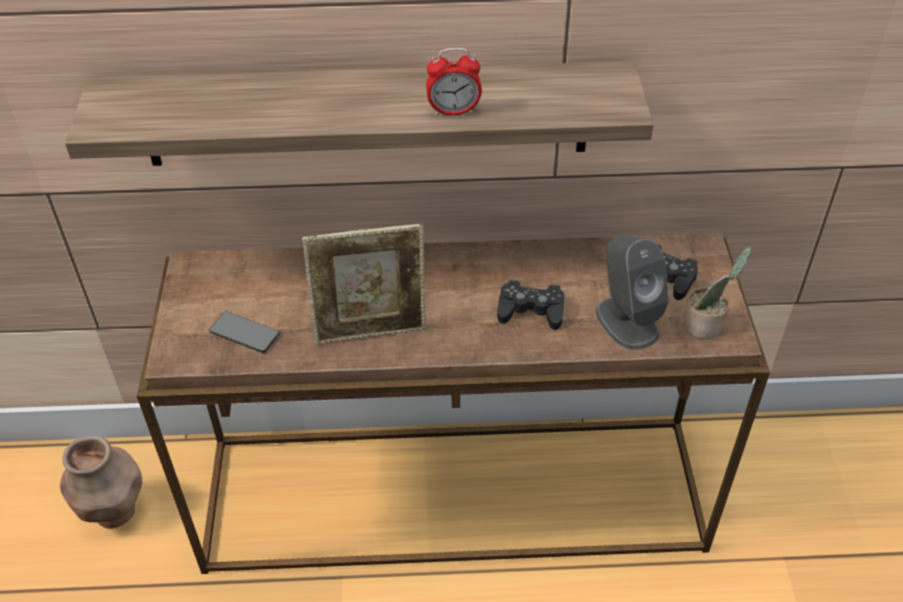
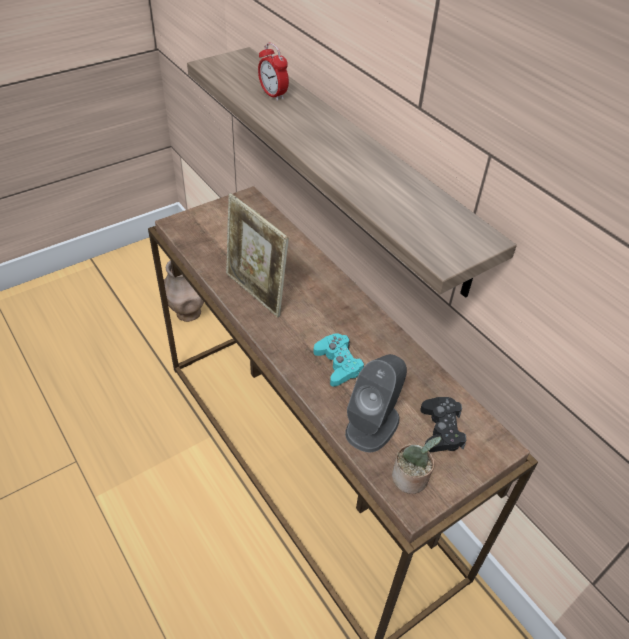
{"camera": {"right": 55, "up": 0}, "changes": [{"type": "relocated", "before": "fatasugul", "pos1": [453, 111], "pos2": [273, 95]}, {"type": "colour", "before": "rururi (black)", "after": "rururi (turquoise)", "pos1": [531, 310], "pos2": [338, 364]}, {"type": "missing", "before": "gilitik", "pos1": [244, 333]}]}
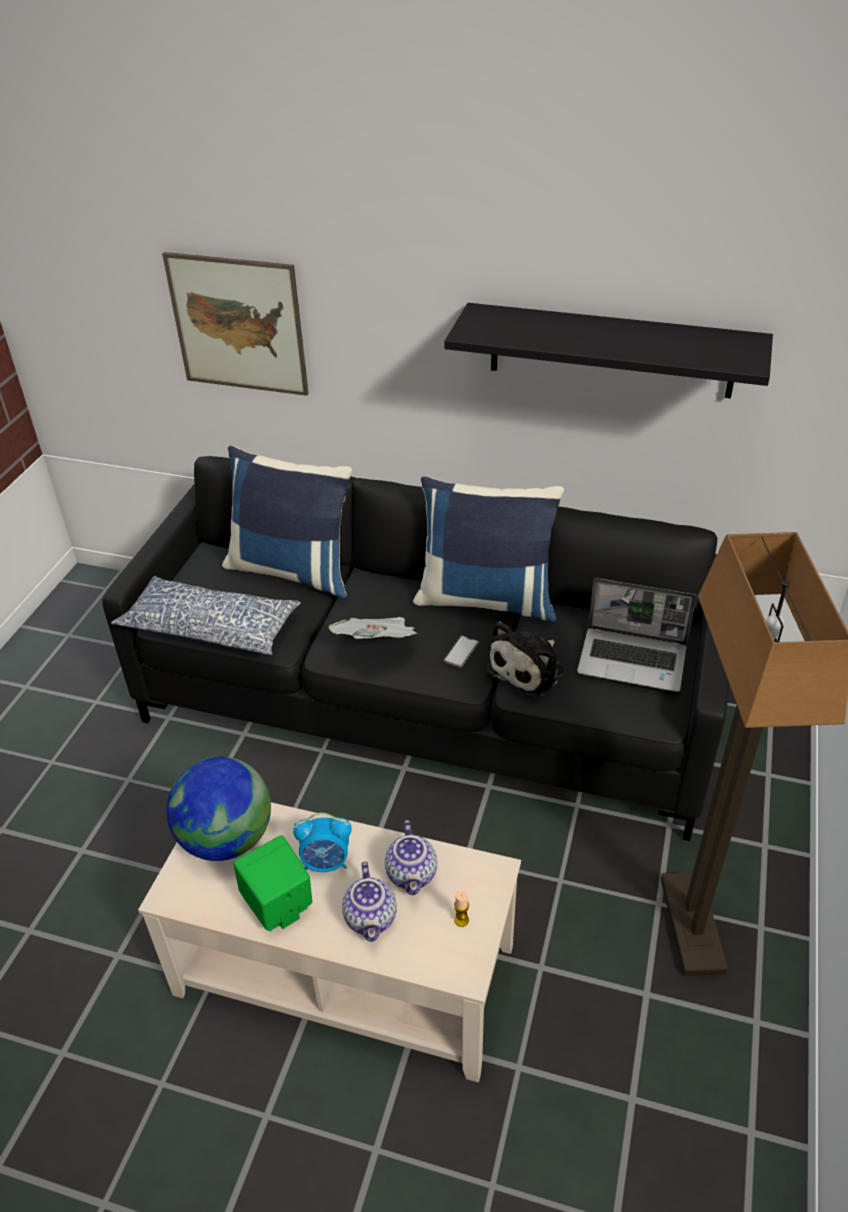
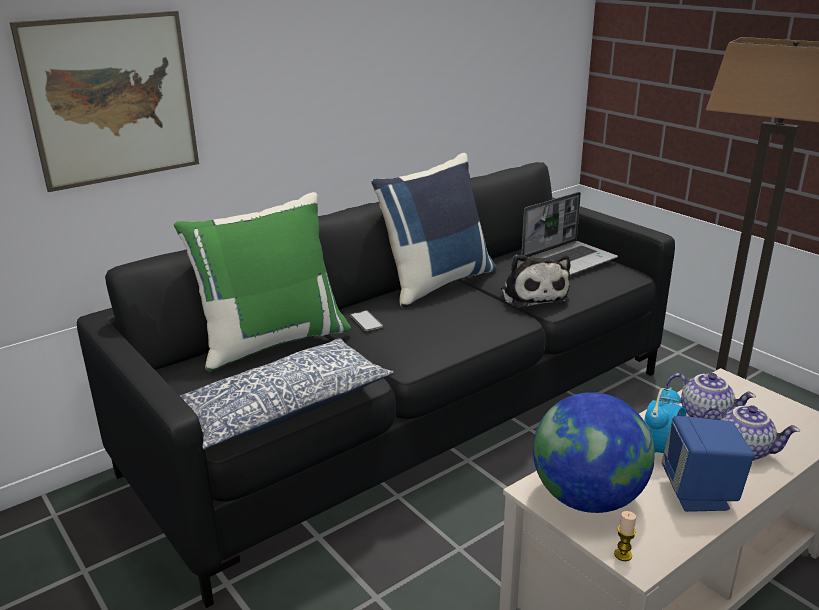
{"camera": {"right": -55, "up": -15}, "changes": [{"type": "missing", "before": "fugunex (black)", "pos1": [611, 350]}, {"type": "colour", "before": "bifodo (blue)", "after": "bifodo (green)", "pos1": [293, 570], "pos2": [272, 341]}, {"type": "missing", "before": "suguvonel", "pos1": [377, 644]}, {"type": "relocated", "before": "gilitik", "pos1": [461, 651], "pos2": [366, 321]}, {"type": "colour", "before": "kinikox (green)", "after": "kinikox (blue)", "pos1": [278, 906], "pos2": [699, 494]}, {"type": "relocated", "before": "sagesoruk", "pos1": [461, 920], "pos2": [623, 555]}]}
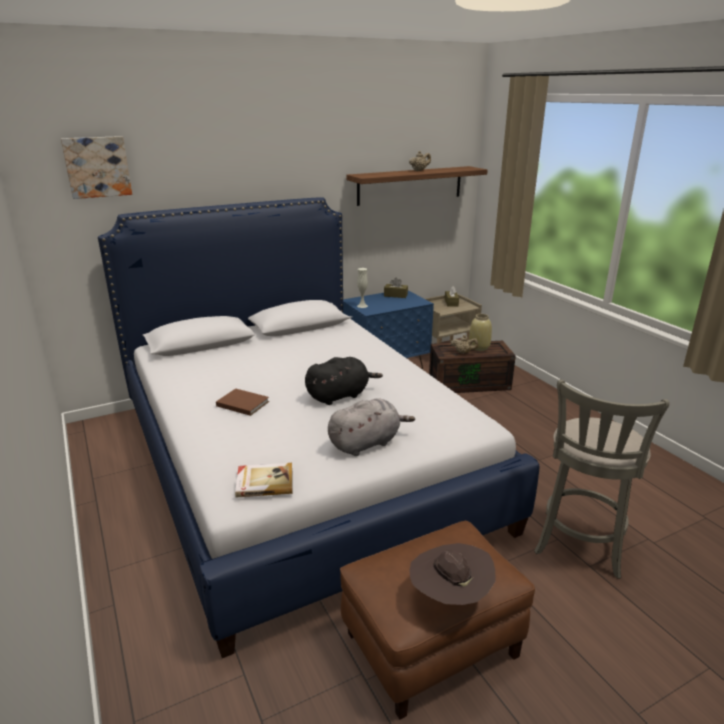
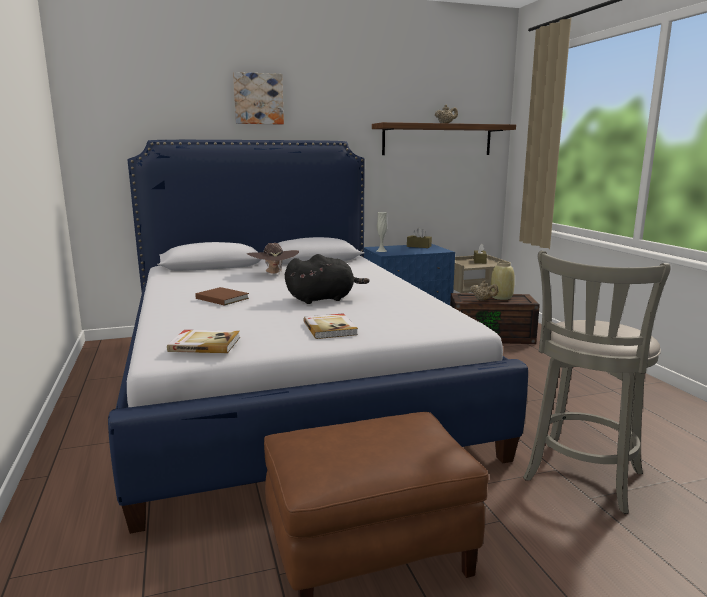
{"camera": {"right": 10, "up": -10}, "changes": [{"type": "relocated", "before": "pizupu", "pos1": [97, 167], "pos2": [258, 99]}, {"type": "exchanged", "before": "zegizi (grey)", "after": "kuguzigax", "pos1": [366, 443], "pos2": [330, 328]}, {"type": "relocated", "before": "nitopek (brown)", "pos1": [449, 596], "pos2": [274, 273]}]}
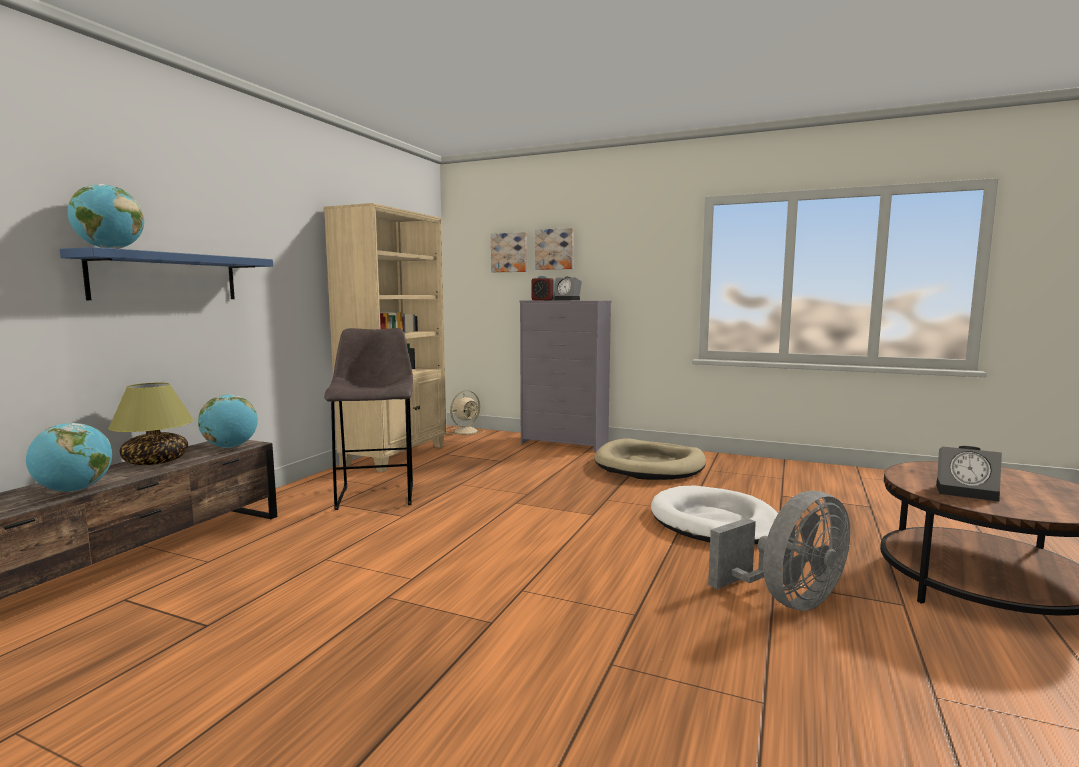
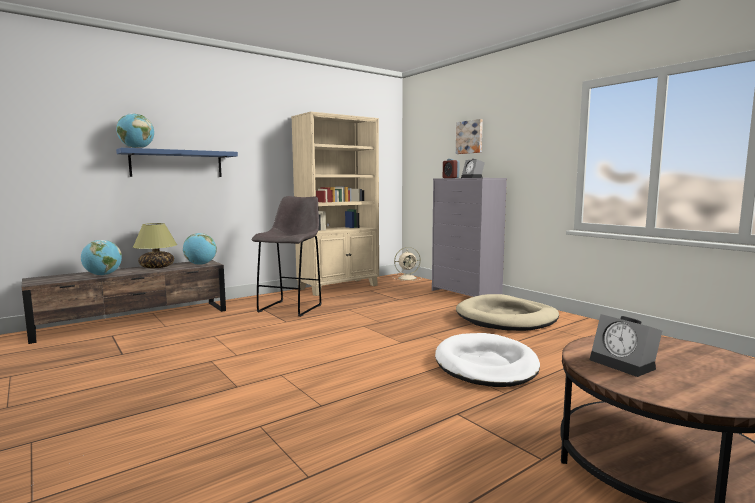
{"camera": {"right": 30, "up": 0}, "changes": [{"type": "missing", "before": "pizupu", "pos1": [509, 252]}, {"type": "missing", "before": "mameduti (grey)", "pos1": [787, 600]}]}
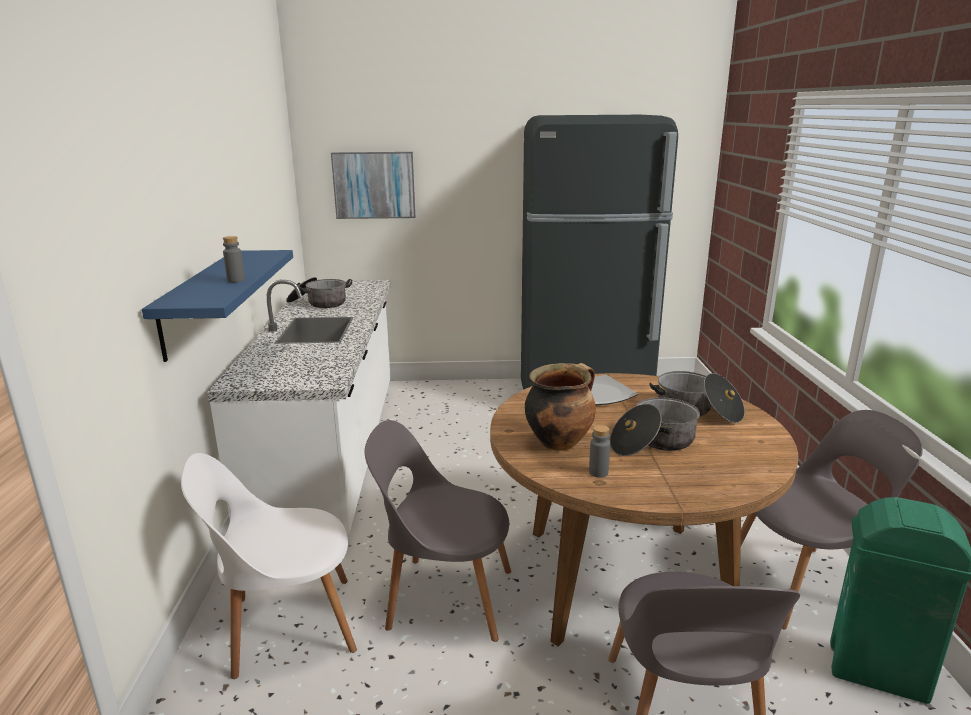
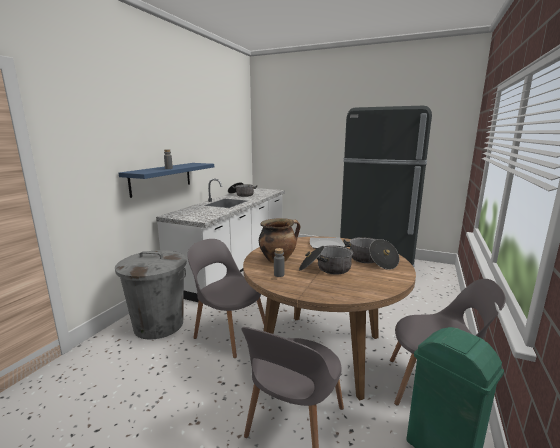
{"camera": {"right": 25, "up": -5}, "changes": [{"type": "missing", "before": "pizupu", "pos1": [374, 185]}, {"type": "exchanged", "before": "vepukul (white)", "after": "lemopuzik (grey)", "pos1": [286, 626], "pos2": [158, 325]}]}
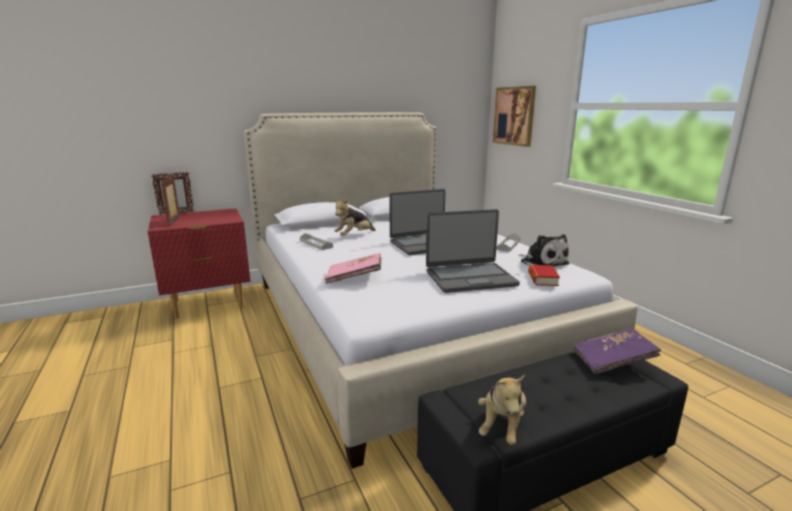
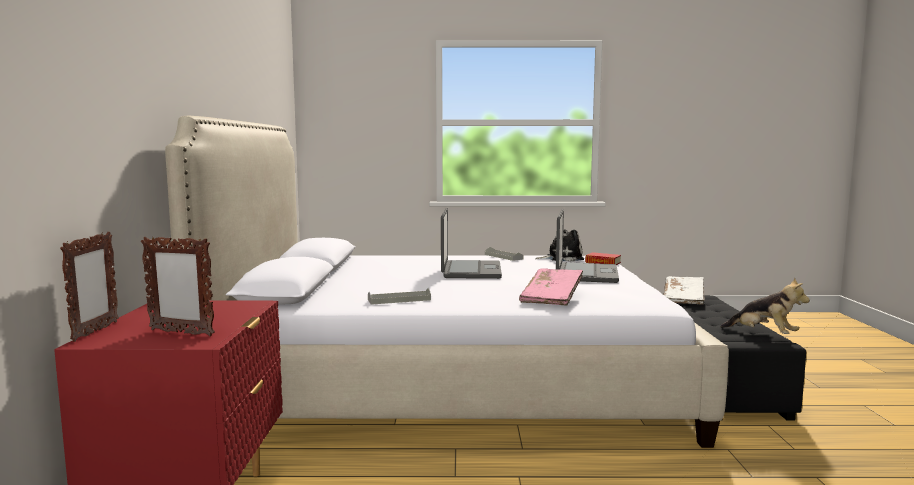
{"camera": {"right": -65, "up": -10}, "changes": [{"type": "missing", "before": "pizupu", "pos1": [514, 116]}, {"type": "missing", "before": "zegizi", "pos1": [354, 236]}, {"type": "colour", "before": "kuguzigax (purple)", "after": "kuguzigax (white)", "pos1": [612, 361], "pos2": [683, 299]}]}
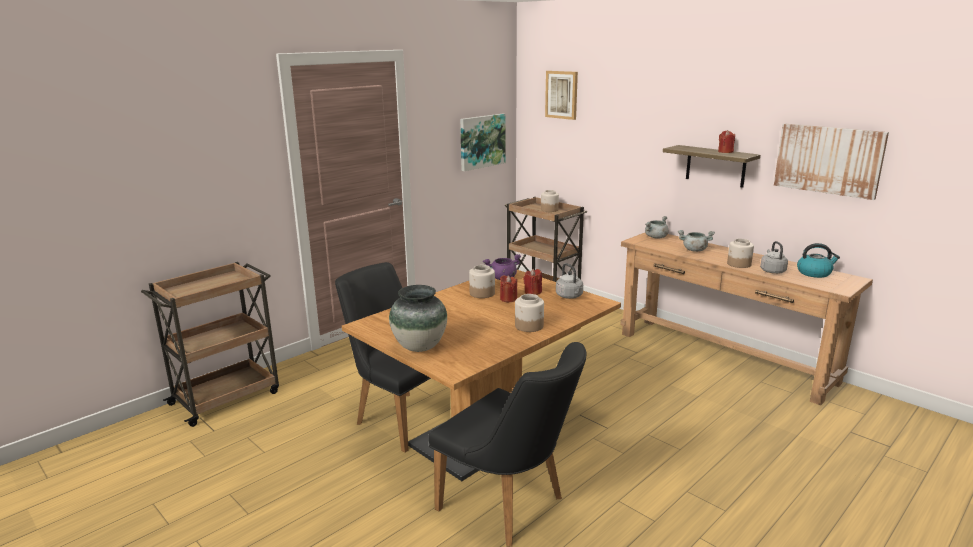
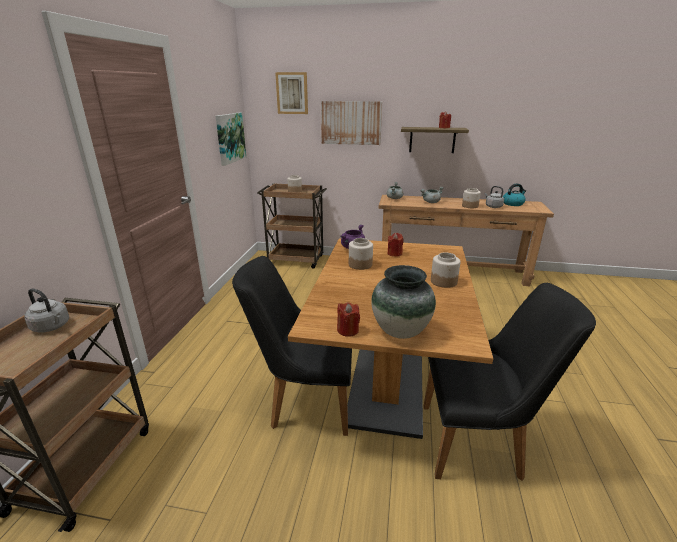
{"camera": {"right": -35, "up": 5}, "changes": [{"type": "relocated", "before": "pizupu", "pos1": [828, 160], "pos2": [351, 123]}, {"type": "relocated", "before": "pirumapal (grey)", "pos1": [570, 296], "pos2": [52, 327]}, {"type": "relocated", "before": "sagesoruk (red)", "pos1": [508, 299], "pos2": [347, 330]}]}
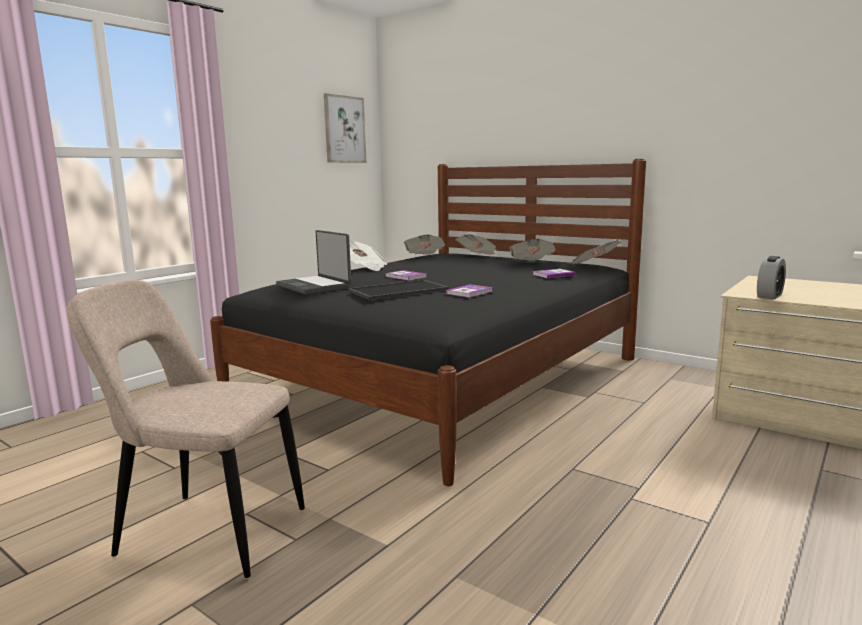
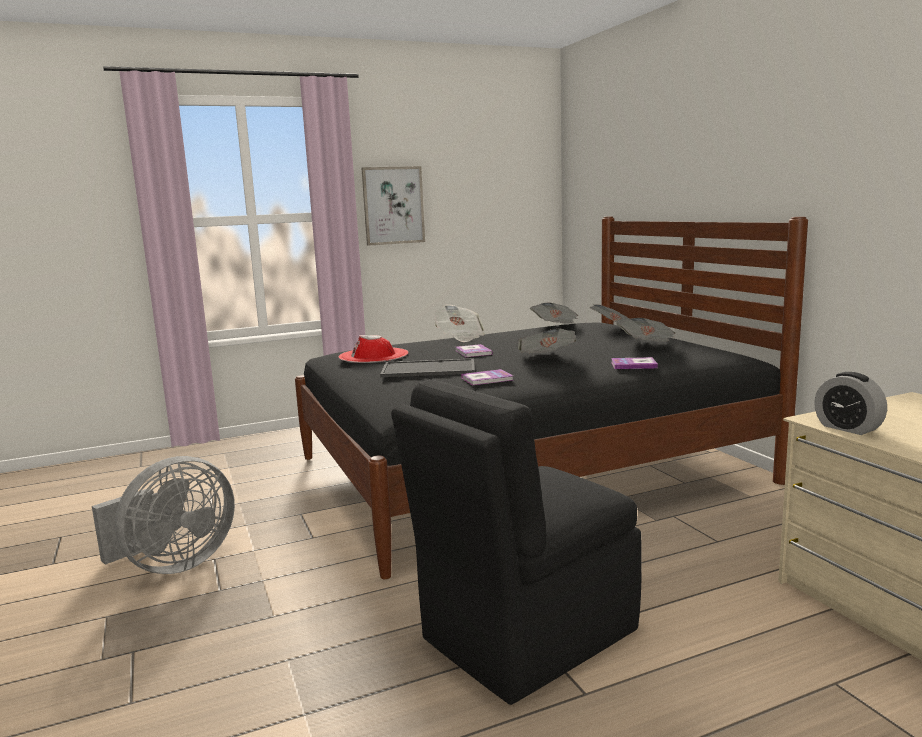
{"camera": {"right": 30, "up": 0}, "changes": [{"type": "relocated", "before": "pizupu", "pos1": [344, 129], "pos2": [393, 205]}, {"type": "exchanged", "before": "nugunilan", "after": "nitopek (red)", "pos1": [314, 286], "pos2": [373, 355]}, {"type": "relocated", "before": "suguvonel", "pos1": [593, 266], "pos2": [546, 358]}, {"type": "spun", "before": "fatasugul", "pos1": [769, 296], "pos2": [847, 428], "turn": 75}, {"type": "exchanged", "before": "vepukul (beige)", "after": "mameduti (grey)", "pos1": [205, 531], "pos2": [173, 565]}, {"type": "appeared", "after": "vepukul (black)", "pos2": [525, 636]}]}
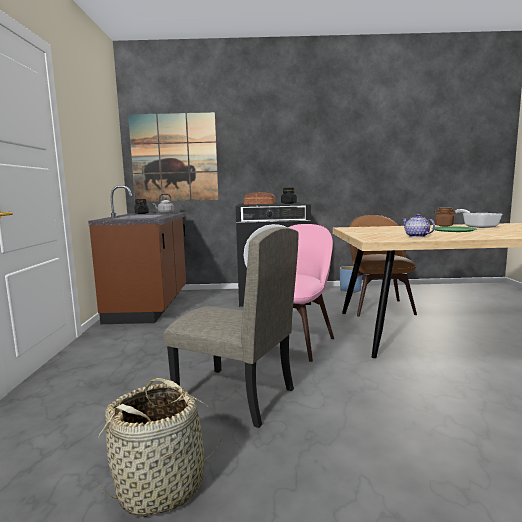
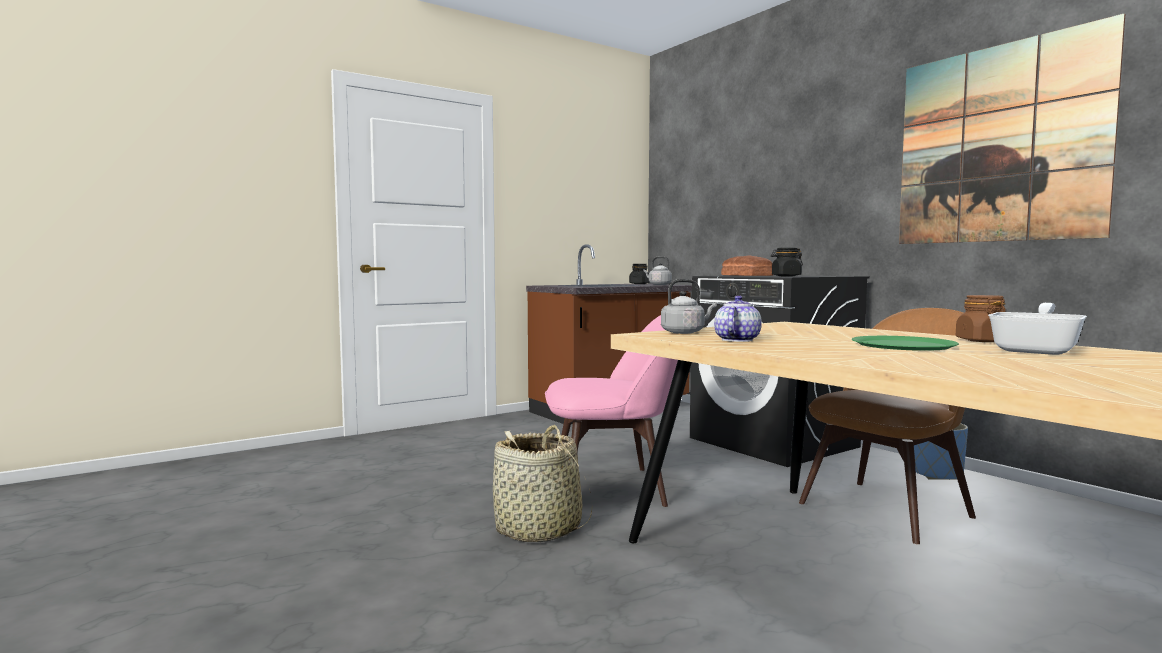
{"camera": {"right": 55, "up": -5}, "changes": [{"type": "relocated", "before": "pizupu", "pos1": [174, 158], "pos2": [998, 144]}, {"type": "missing", "before": "vepukul (beige)", "pos1": [234, 396]}, {"type": "relocated", "before": "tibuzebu", "pos1": [162, 485], "pos2": [538, 529]}, {"type": "appeared", "after": "pirumapal (grey)", "pos2": [685, 332]}]}
